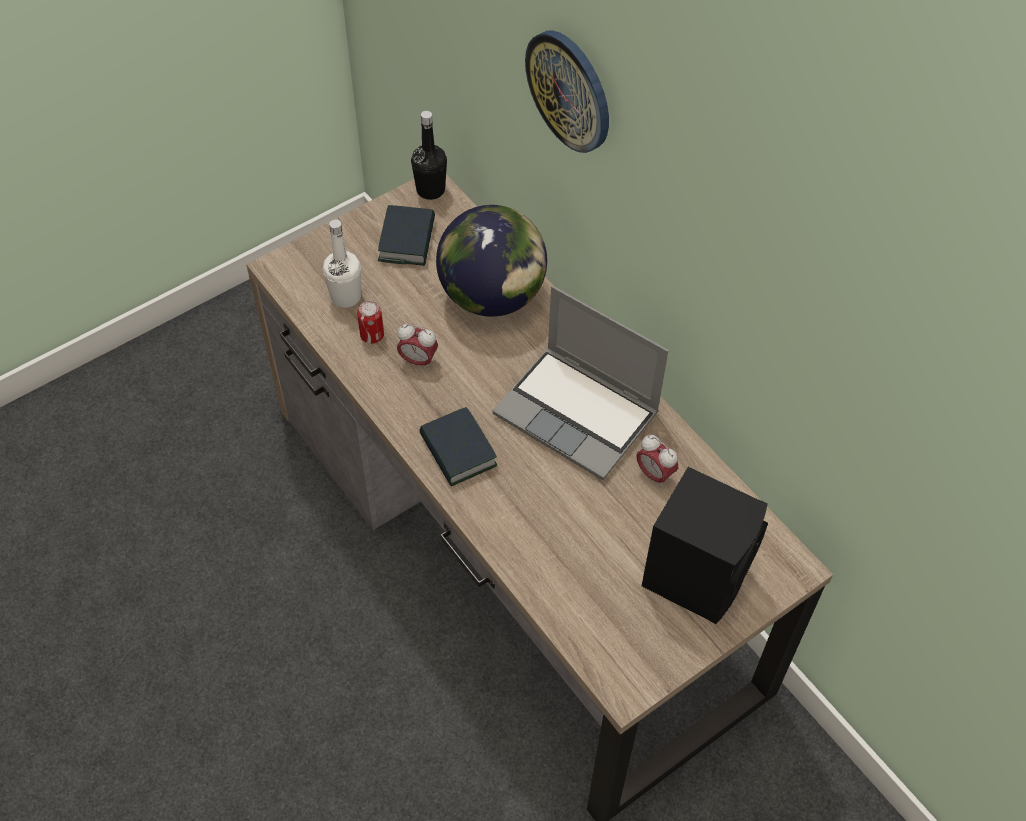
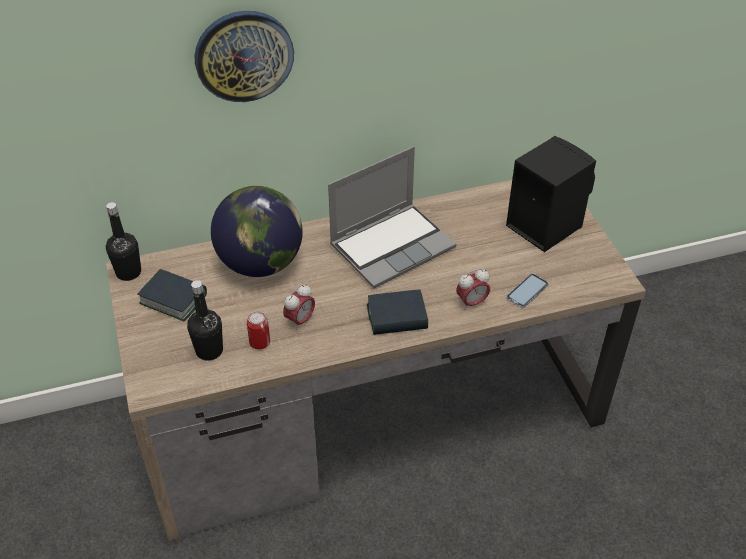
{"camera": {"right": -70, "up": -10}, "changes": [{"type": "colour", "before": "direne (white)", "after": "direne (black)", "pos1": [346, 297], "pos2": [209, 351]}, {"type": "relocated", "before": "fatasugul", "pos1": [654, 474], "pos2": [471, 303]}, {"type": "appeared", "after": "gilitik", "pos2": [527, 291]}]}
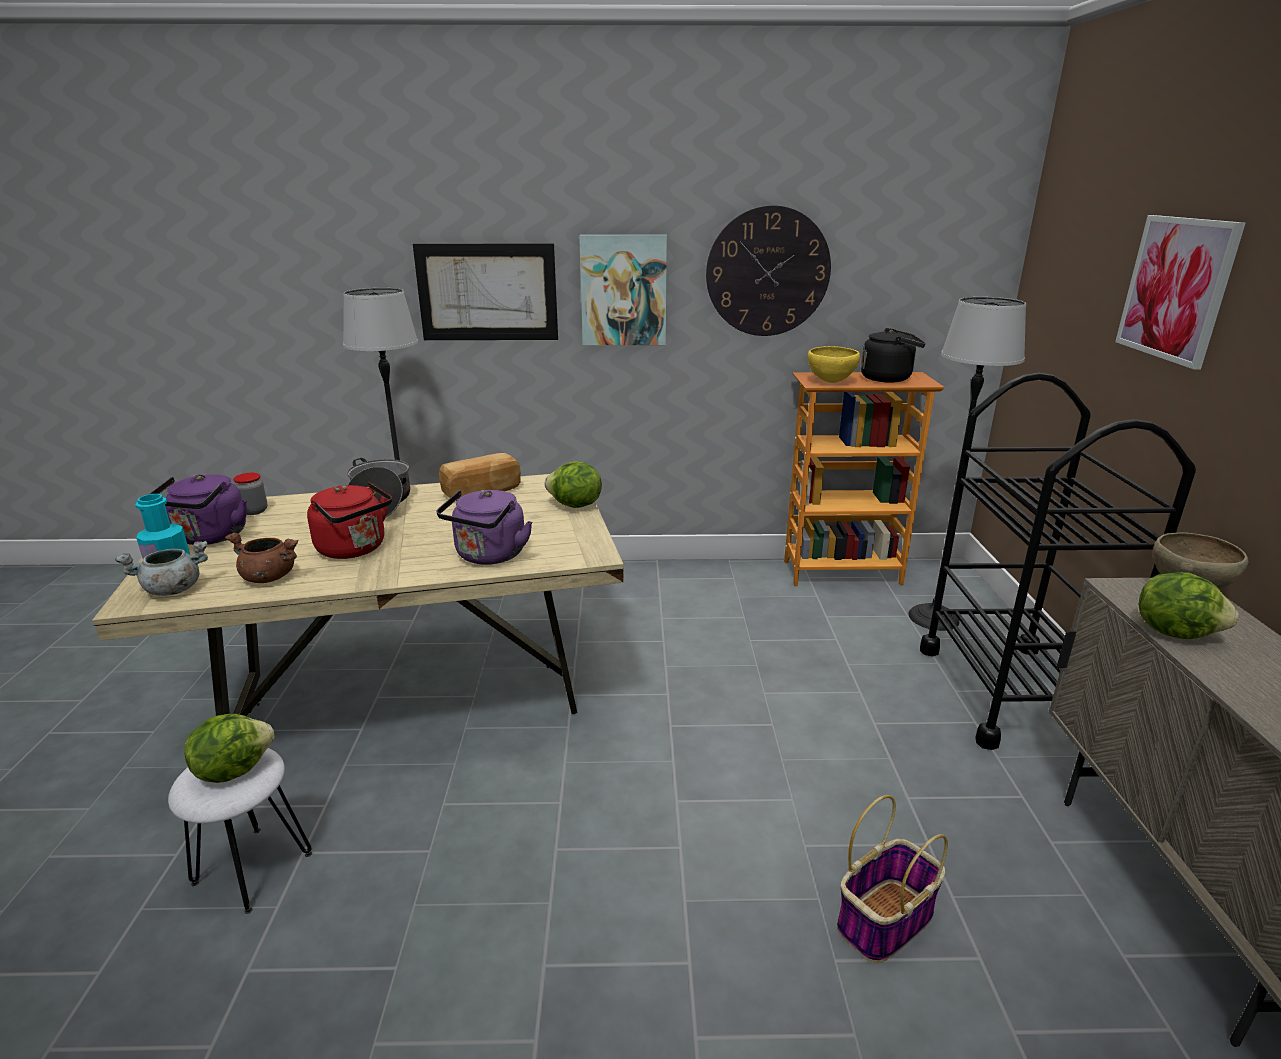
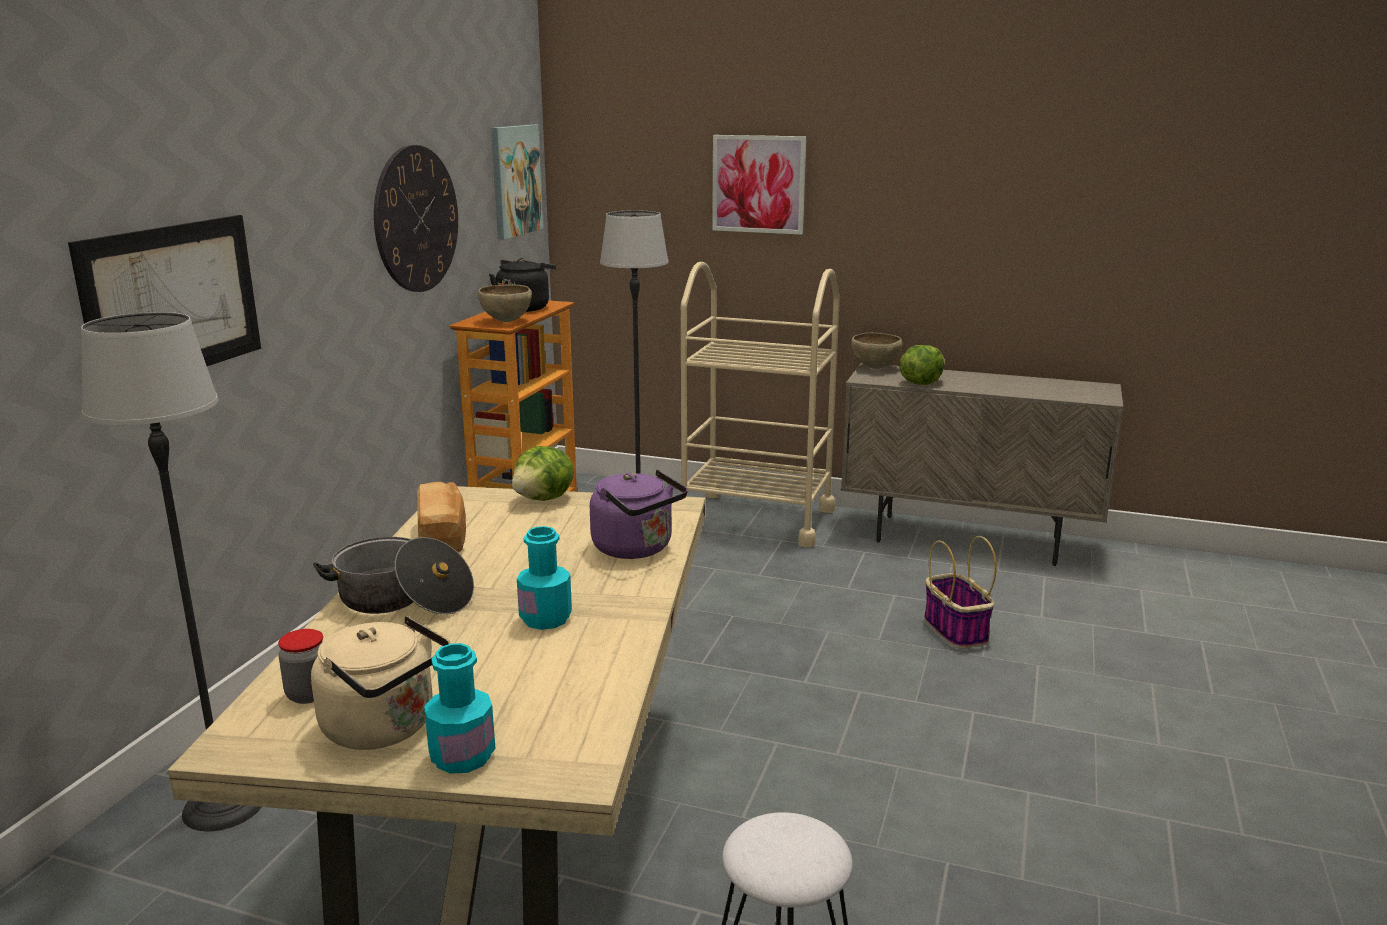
{"camera": {"right": -70, "up": -5}, "changes": [{"type": "relocated", "before": "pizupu", "pos1": [623, 290], "pos2": [515, 180]}, {"type": "colour", "before": "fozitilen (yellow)", "after": "fozitilen (brown)", "pos1": [830, 382], "pos2": [506, 321]}, {"type": "colour", "before": "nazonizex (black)", "after": "nazonizex (beige)", "pos1": [1009, 693], "pos2": [757, 518]}, {"type": "colour", "before": "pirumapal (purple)", "after": "pirumapal (beige)", "pos1": [209, 538], "pos2": [385, 728]}, {"type": "exchanged", "before": "pirumapal (red)", "after": "direne (turquoise)", "pos1": [355, 549], "pos2": [545, 618]}, {"type": "missing", "before": "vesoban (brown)", "pos1": [268, 577]}, {"type": "missing", "before": "vesoban (grey)", "pos1": [173, 590]}, {"type": "missing", "before": "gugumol", "pos1": [233, 769]}]}
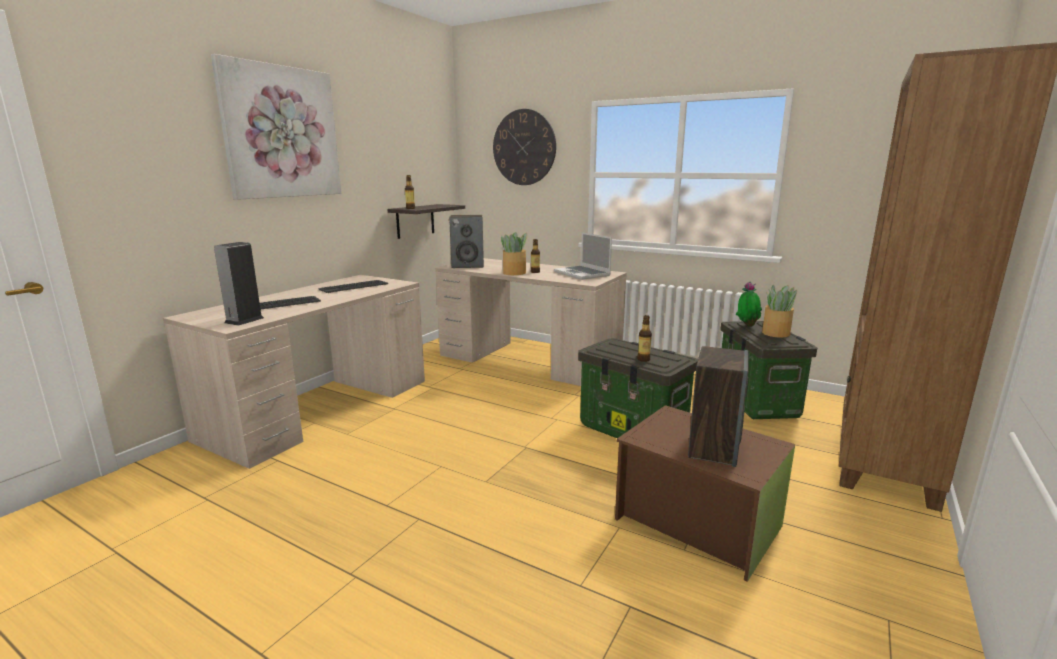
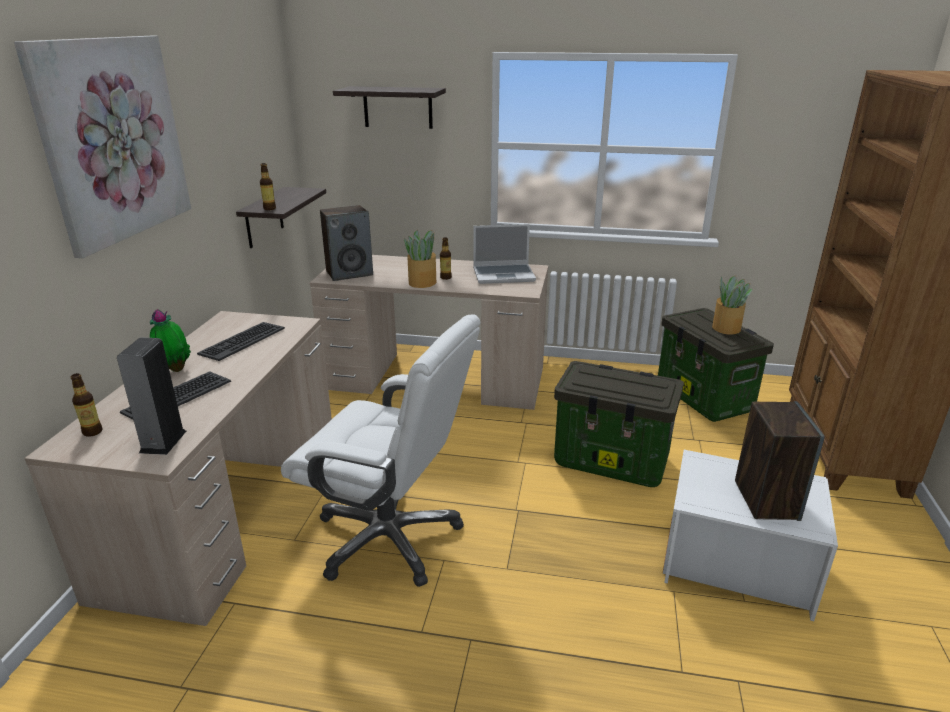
{"camera": {"right": -20, "up": 10}, "changes": [{"type": "exchanged", "before": "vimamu", "after": "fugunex", "pos1": [524, 147], "pos2": [398, 107]}, {"type": "spun", "before": "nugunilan", "pos1": [583, 274], "pos2": [504, 275], "turn": -45}, {"type": "relocated", "before": "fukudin", "pos1": [747, 325], "pos2": [175, 370]}, {"type": "relocated", "before": "direne", "pos1": [643, 359], "pos2": [92, 432]}, {"type": "colour", "before": "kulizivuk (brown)", "after": "kulizivuk (white)", "pos1": [697, 521], "pos2": [736, 563]}, {"type": "appeared", "after": "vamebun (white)", "pos2": [389, 538]}]}
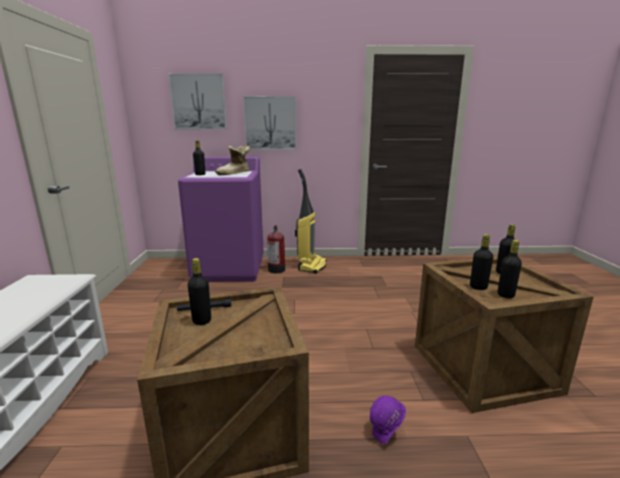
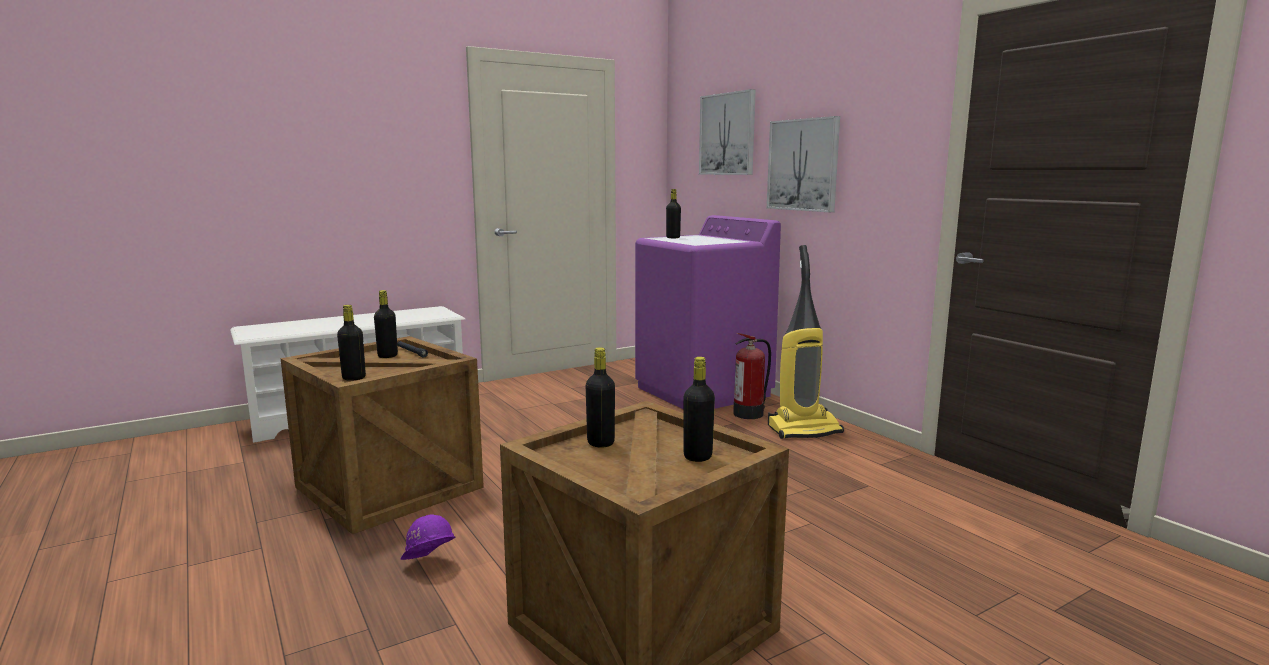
{"camera": {"right": 60, "up": -5}, "changes": [{"type": "missing", "before": "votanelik", "pos1": [234, 174]}, {"type": "relocated", "before": "direne (black)", "pos1": [505, 295], "pos2": [354, 378]}]}
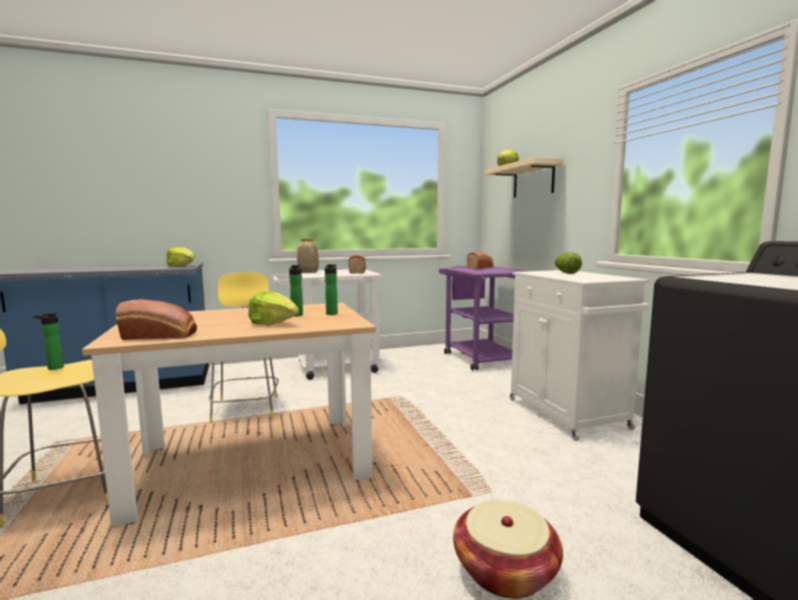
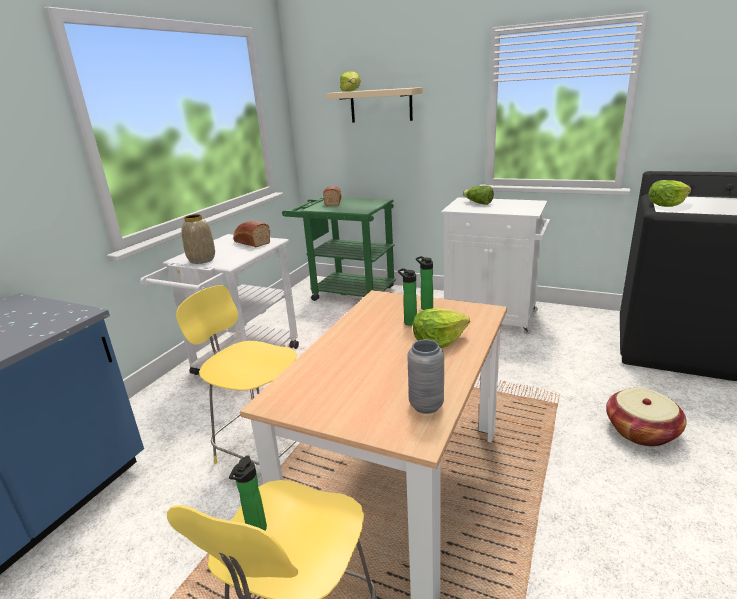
{"camera": {"right": -45, "up": 15}, "changes": [{"type": "relocated", "before": "gugumol", "pos1": [182, 266], "pos2": [666, 204]}, {"type": "colour", "before": "nazonizex (purple)", "after": "nazonizex (green)", "pos1": [478, 357], "pos2": [346, 292]}, {"type": "exchanged", "before": "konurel", "after": "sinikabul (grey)", "pos1": [161, 336], "pos2": [426, 405]}]}
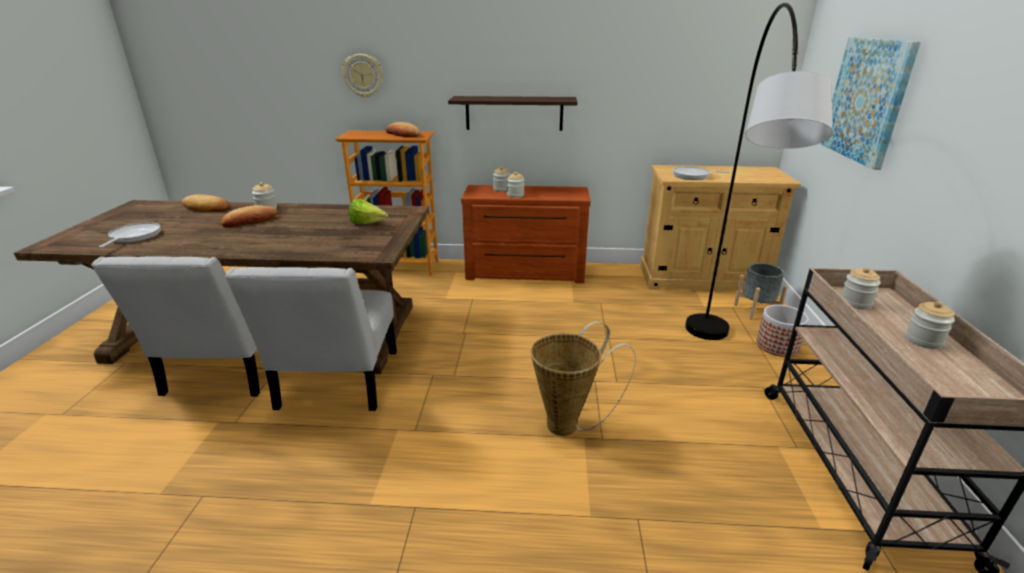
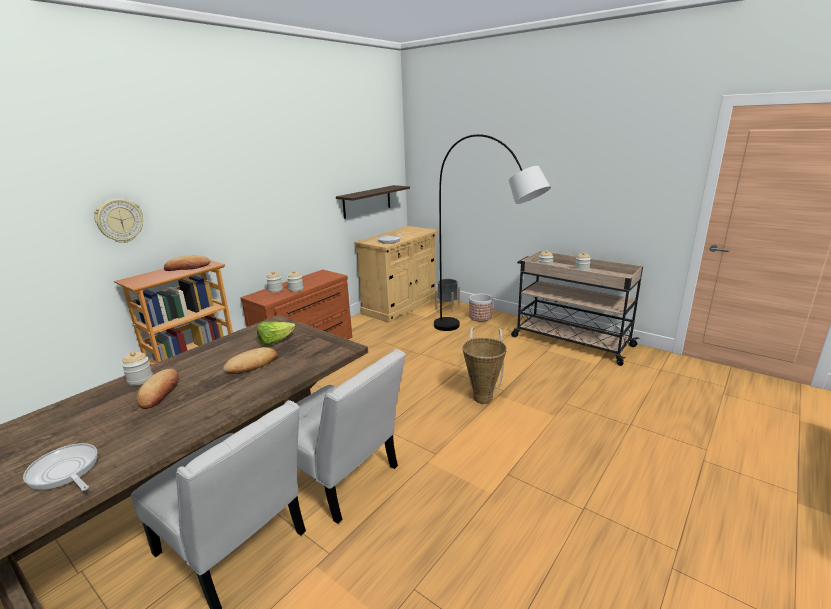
{"camera": {"right": -55, "up": -5}, "changes": [{"type": "missing", "before": "pizupu", "pos1": [867, 100]}, {"type": "relocated", "before": "fugunex", "pos1": [514, 113], "pos2": [367, 201]}, {"type": "relocated", "before": "konurel", "pos1": [206, 207], "pos2": [252, 364]}]}
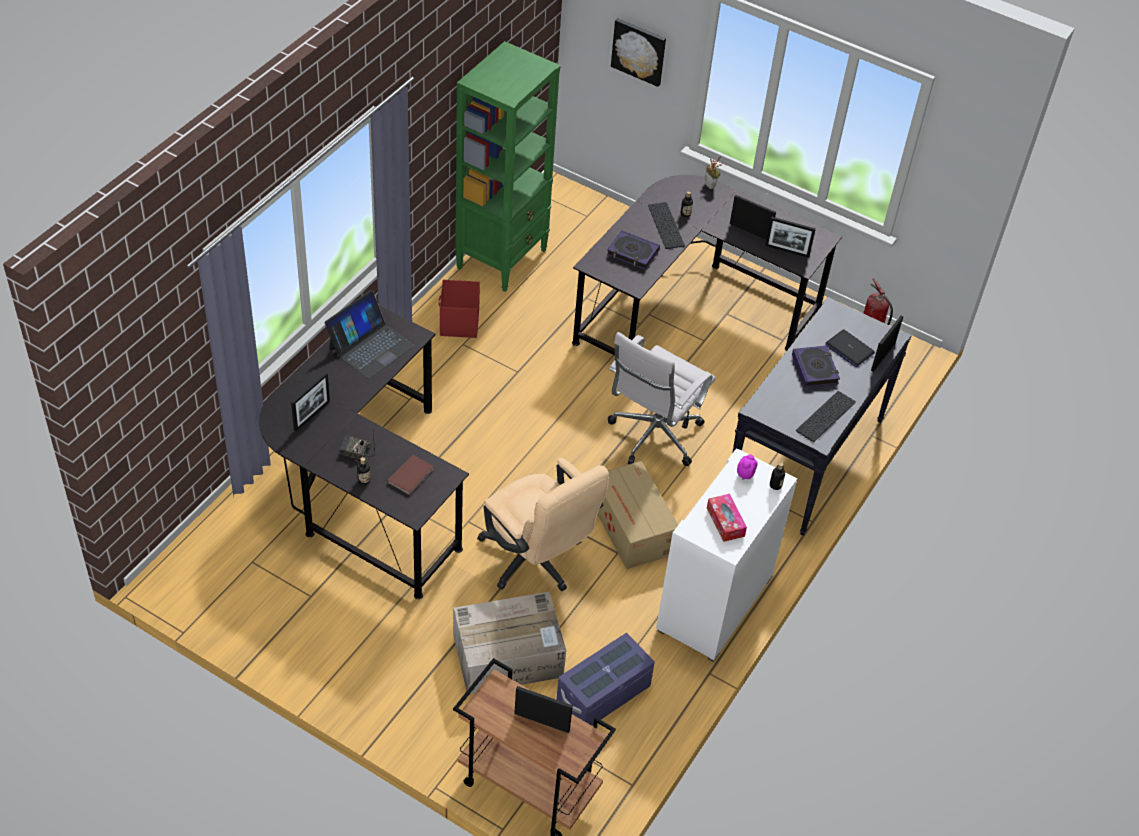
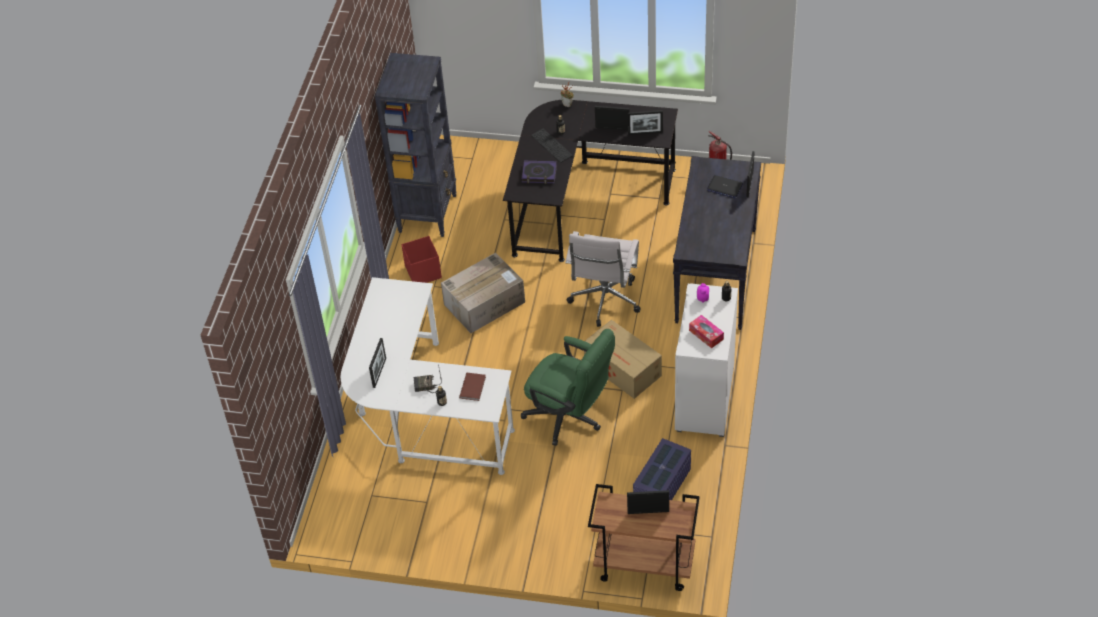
{"camera": {"right": -15, "up": 0}, "changes": [{"type": "missing", "before": "pizupu", "pos1": [639, 51]}, {"type": "colour", "before": "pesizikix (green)", "after": "pesizikix (black)", "pos1": [502, 258], "pos2": [428, 213]}, {"type": "missing", "before": "nugunilan", "pos1": [370, 347]}, {"type": "colour", "before": "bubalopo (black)", "after": "bubalopo (white)", "pos1": [363, 488], "pos2": [421, 415]}, {"type": "missing", "before": "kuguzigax", "pos1": [815, 369]}, {"type": "missing", "before": "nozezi", "pos1": [826, 417]}, {"type": "colour", "before": "vamebun (beige)", "after": "vamebun (green)", "pos1": [536, 562], "pos2": [570, 418]}, {"type": "relocated", "before": "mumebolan", "pos1": [509, 655], "pos2": [485, 303]}]}
